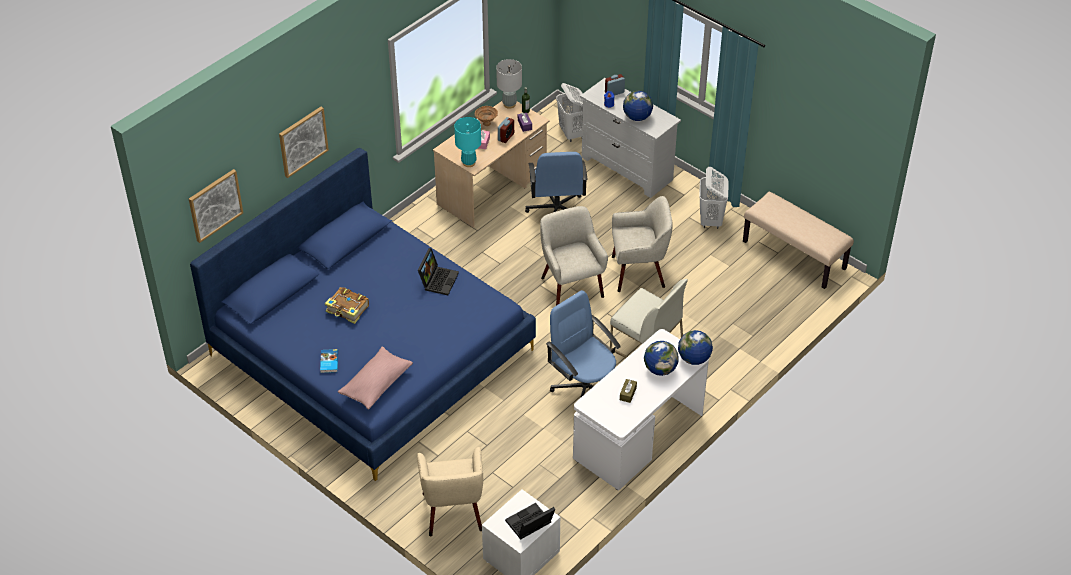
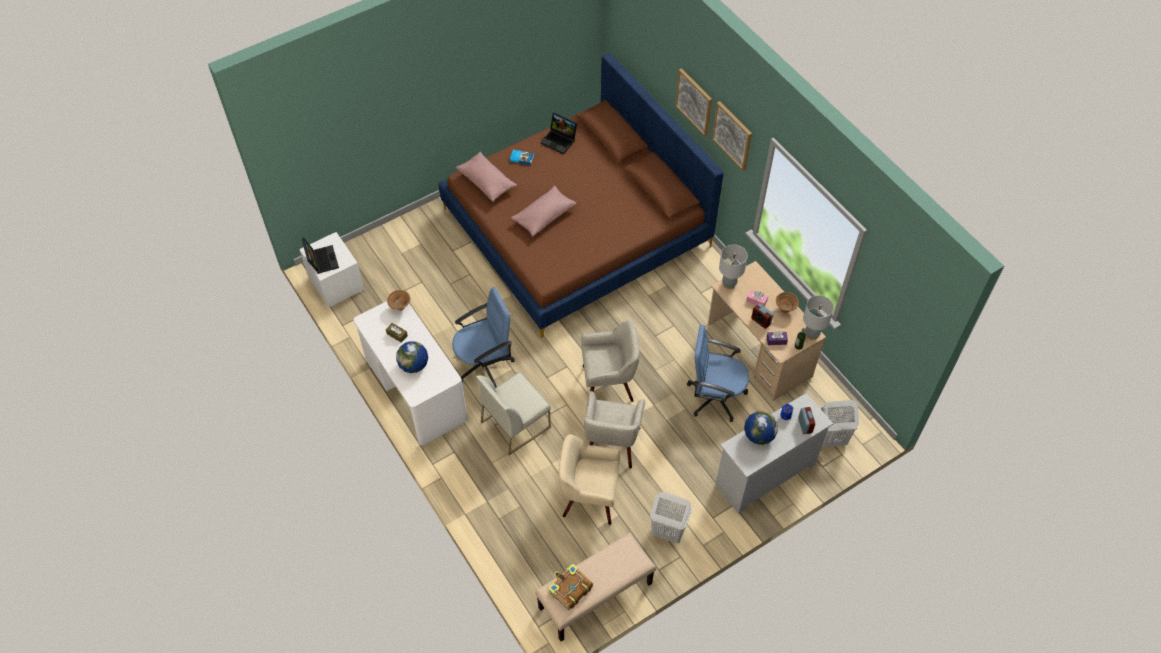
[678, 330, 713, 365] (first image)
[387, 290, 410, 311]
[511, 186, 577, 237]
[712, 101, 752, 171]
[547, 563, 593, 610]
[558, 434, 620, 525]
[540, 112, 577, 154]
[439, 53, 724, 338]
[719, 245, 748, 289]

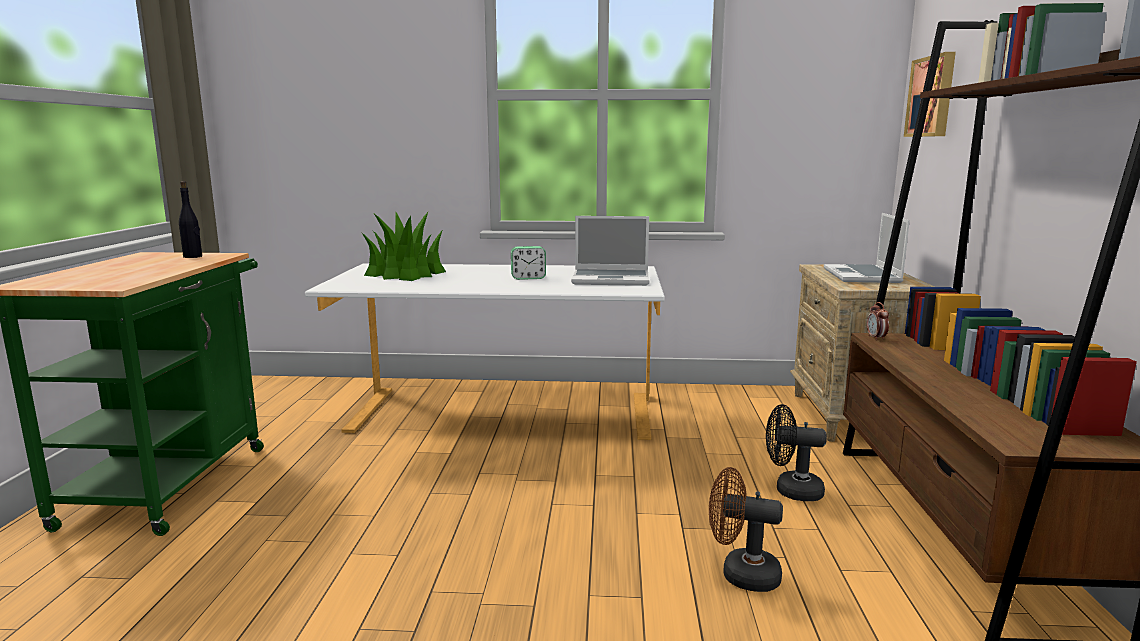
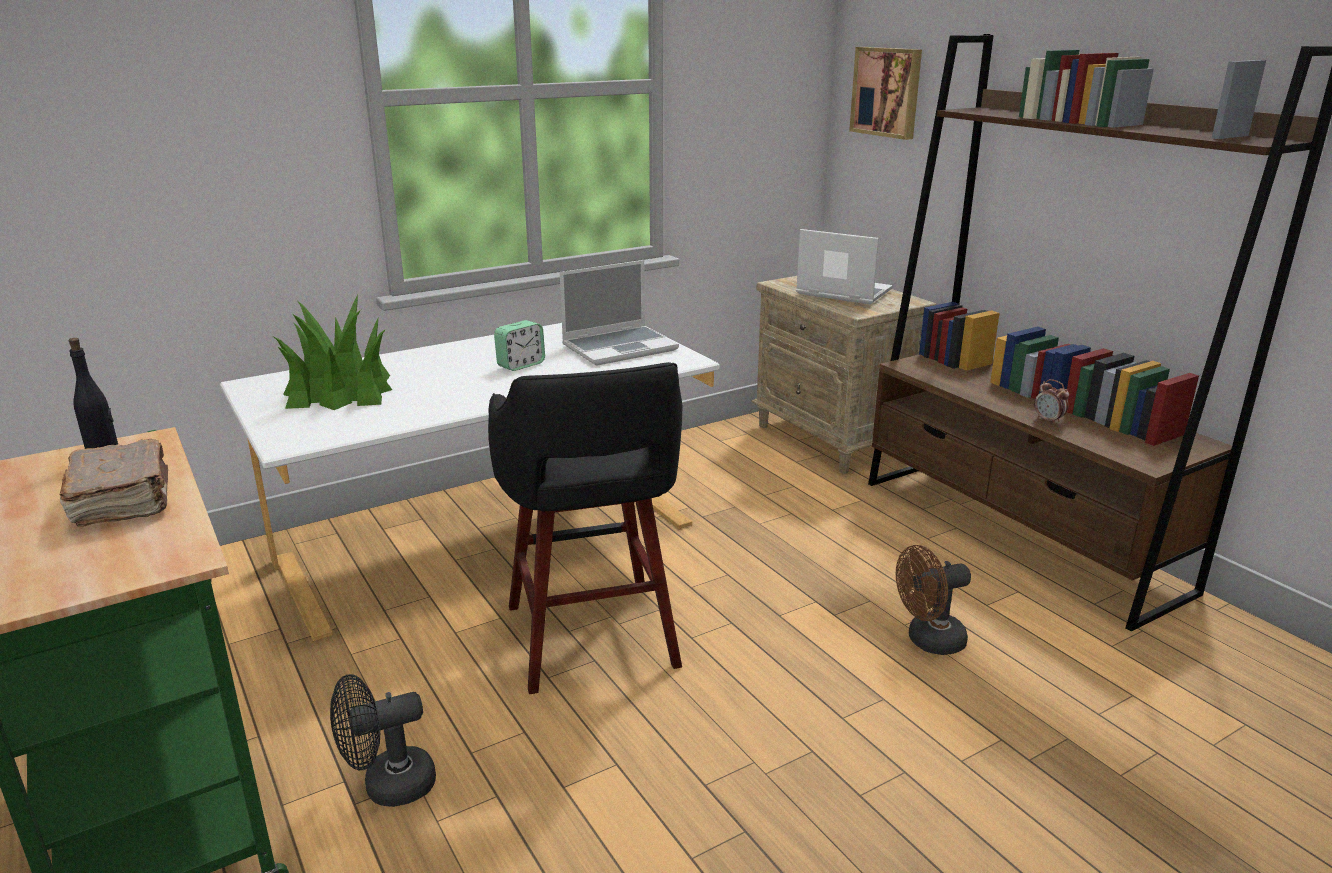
[60, 439, 168, 527]
[488, 362, 682, 694]
[330, 674, 436, 807]
[1034, 379, 1069, 425]
[796, 229, 893, 304]

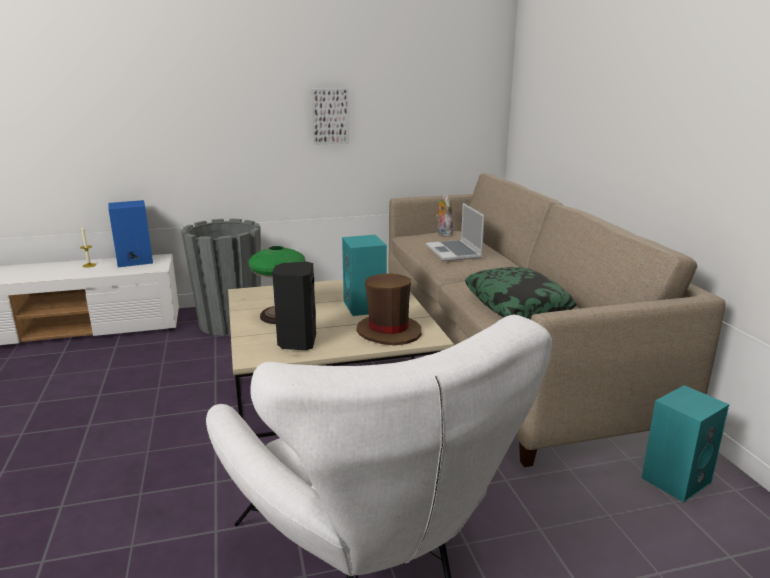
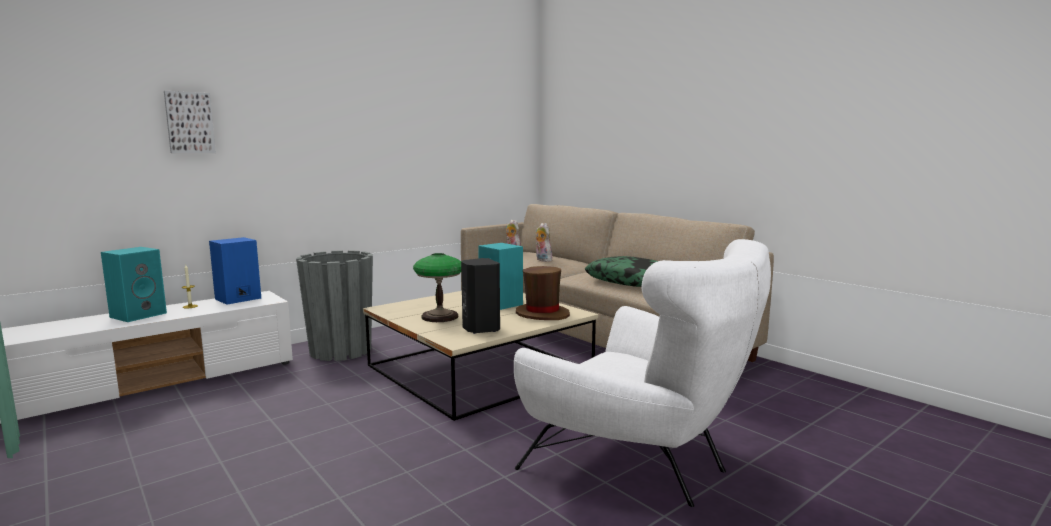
[164, 91, 216, 153]
[101, 247, 167, 322]
[536, 223, 552, 262]

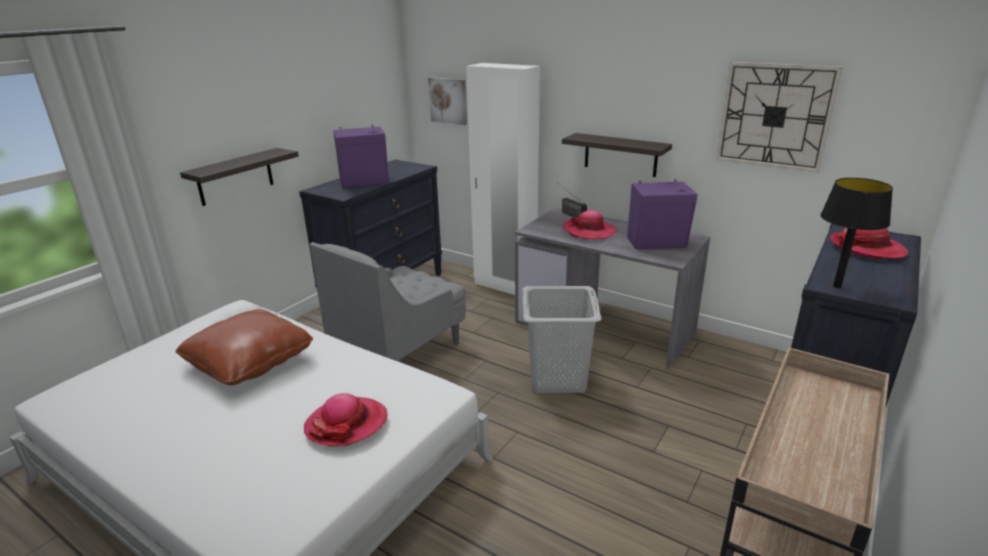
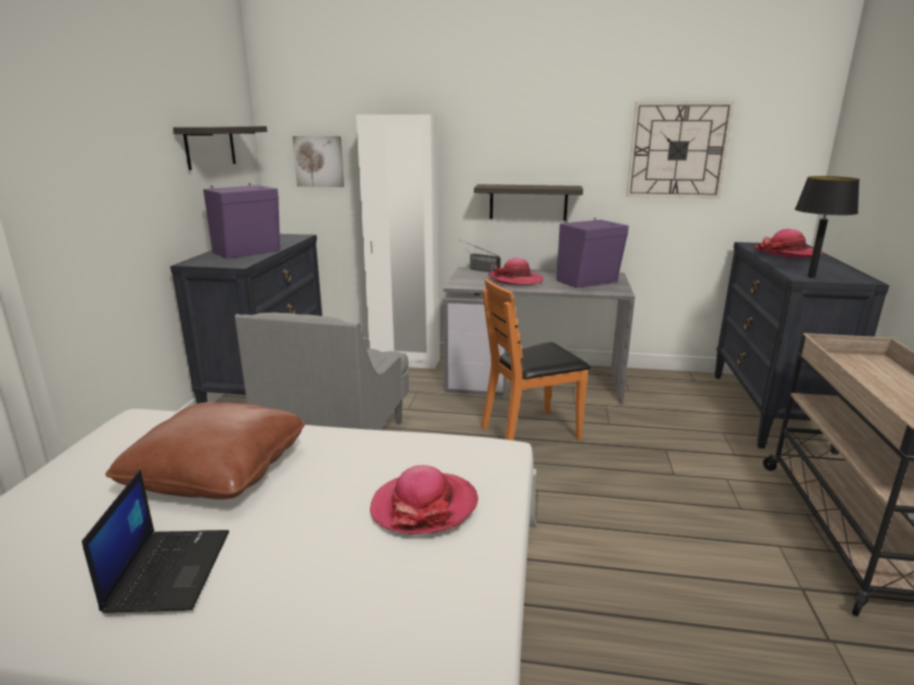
[82, 469, 229, 613]
[173, 126, 267, 170]
[481, 279, 591, 441]

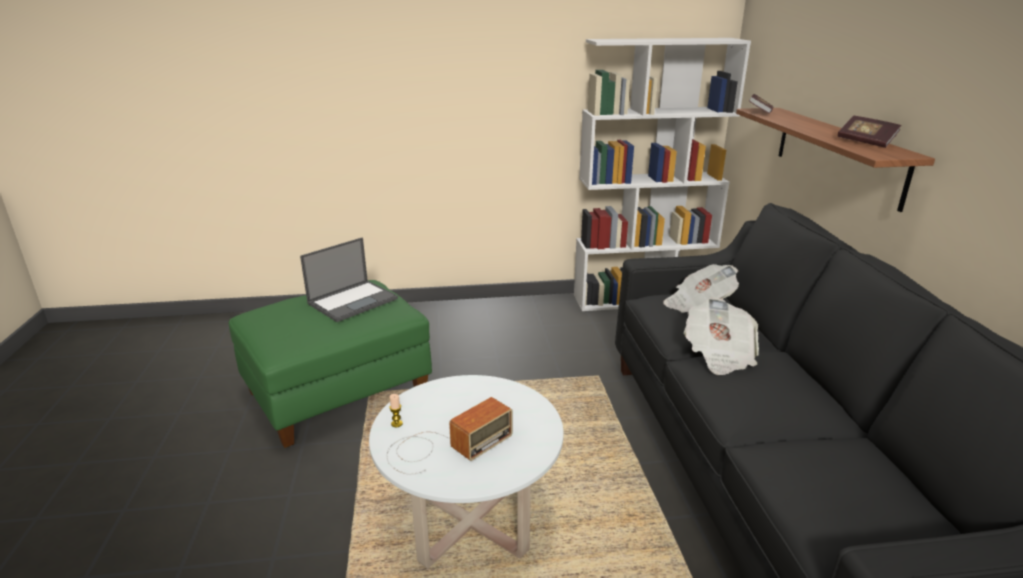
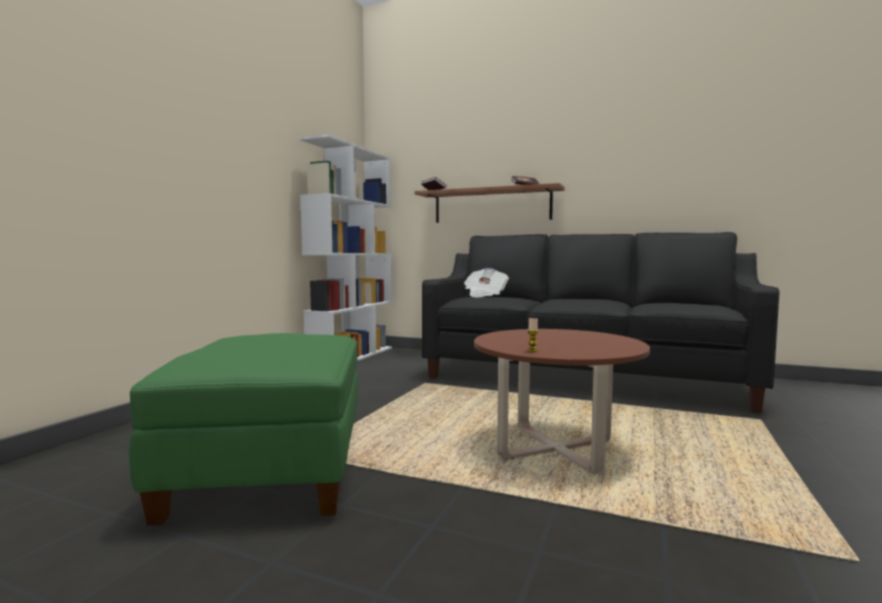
[300, 237, 398, 322] (first image)
[387, 397, 513, 475] (first image)
[684, 298, 759, 375] (first image)
[474, 329, 650, 475]

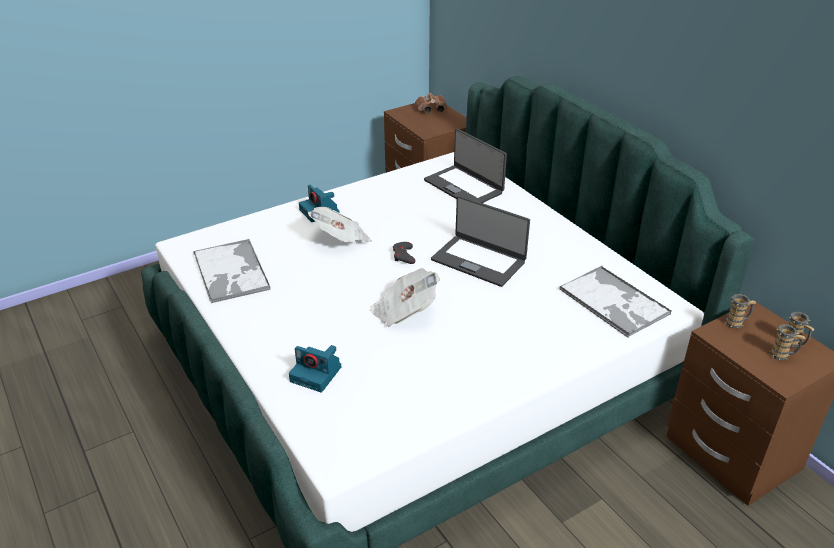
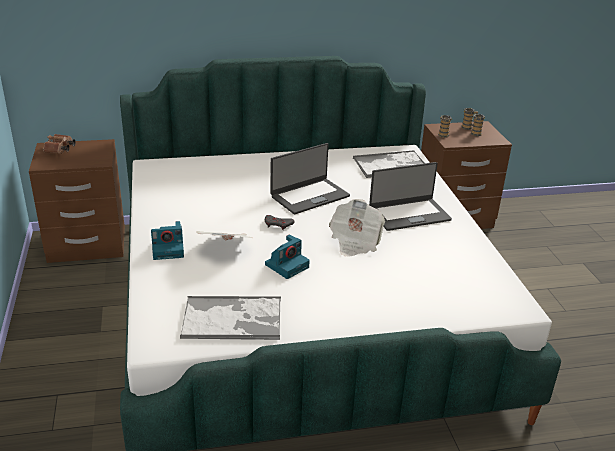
[265, 235, 310, 279]
[369, 162, 452, 231]

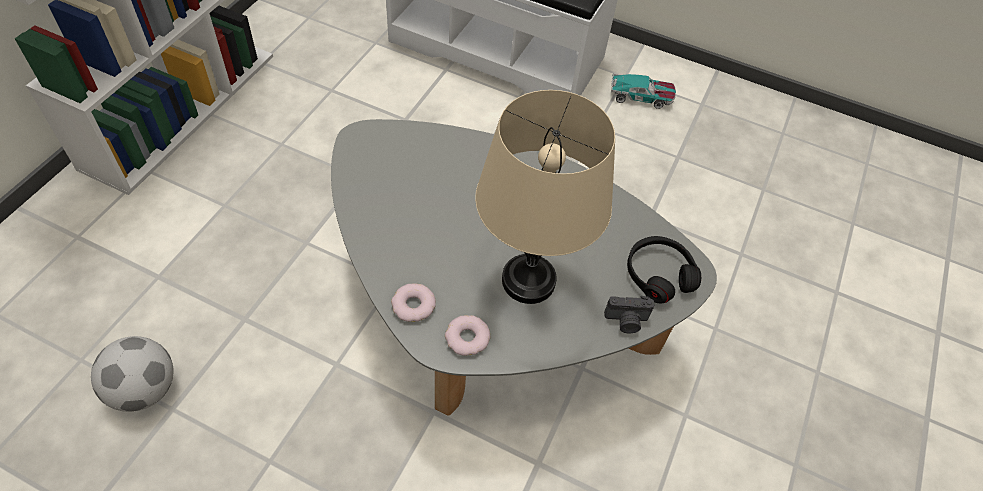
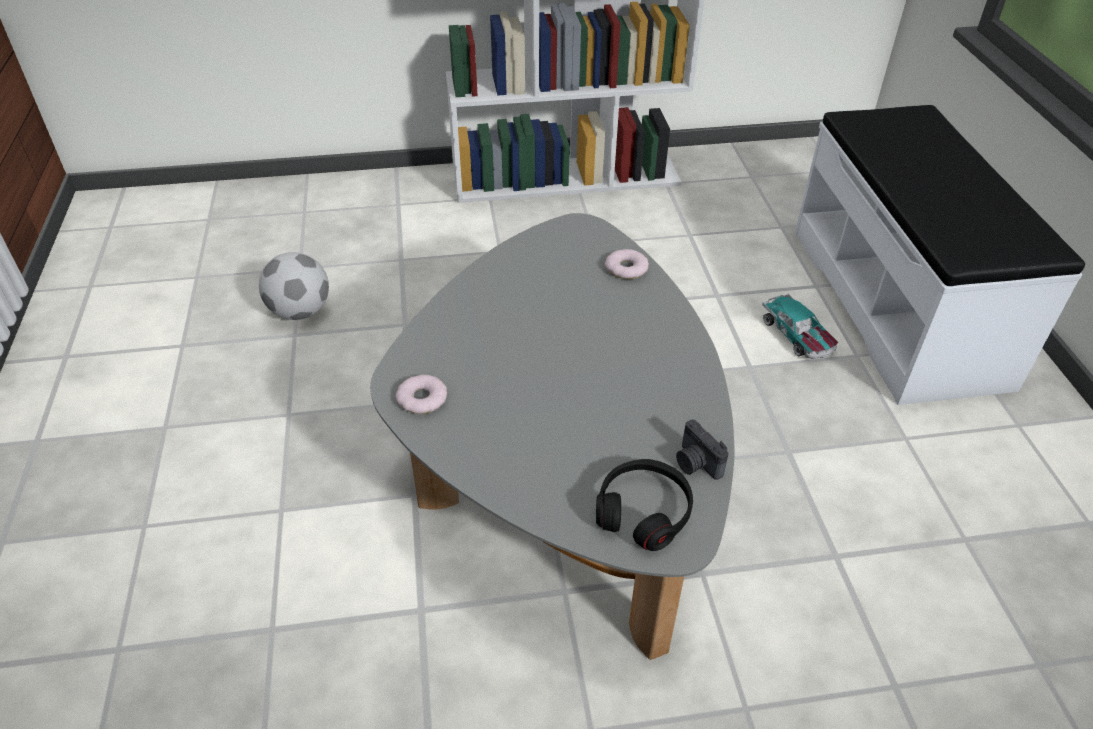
[475, 90, 615, 304] (first image)
[605, 249, 649, 279]
[676, 419, 728, 480]
[762, 293, 838, 359]

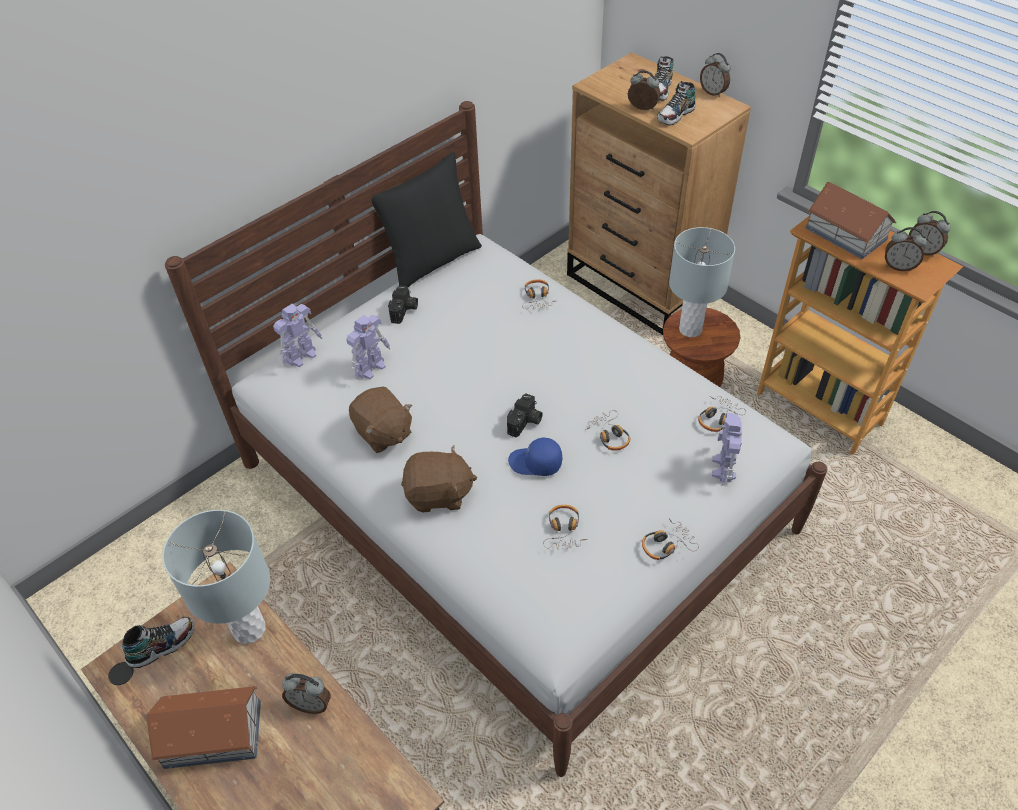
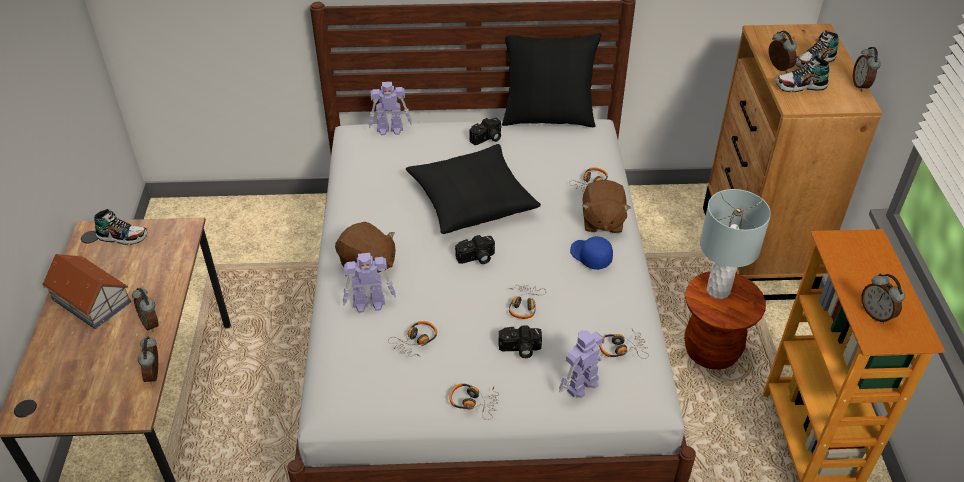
[162, 510, 270, 644] (first image)
[806, 182, 897, 259] (first image)
[406, 144, 541, 234]
[499, 325, 542, 358]
[343, 253, 396, 313]
[582, 180, 631, 233]
[570, 236, 613, 270]
[138, 336, 158, 384]

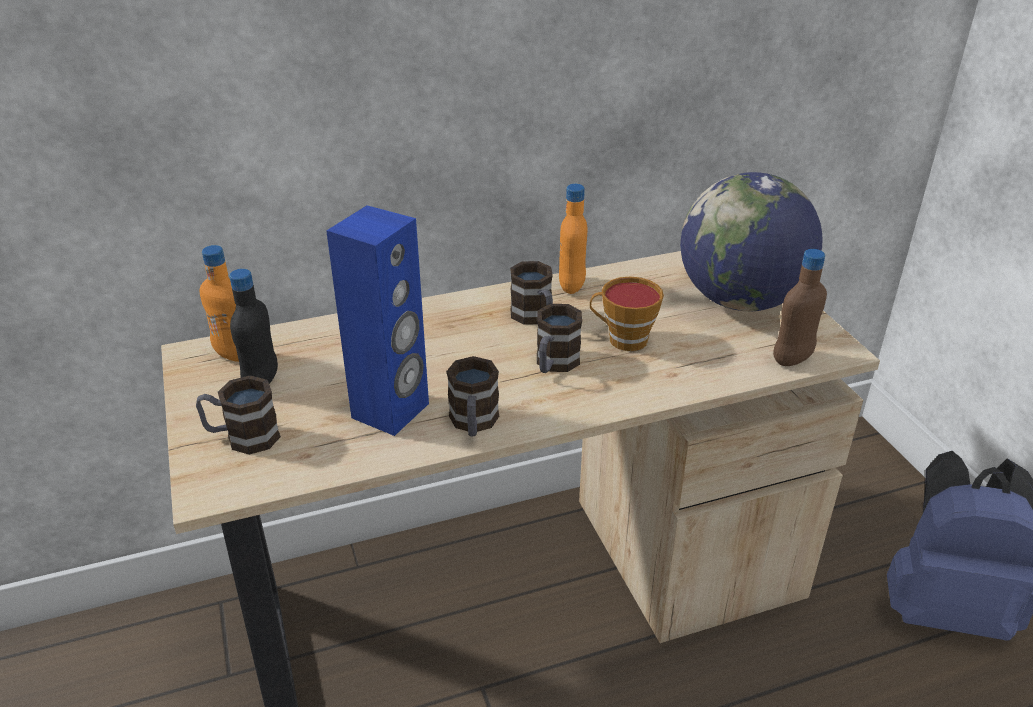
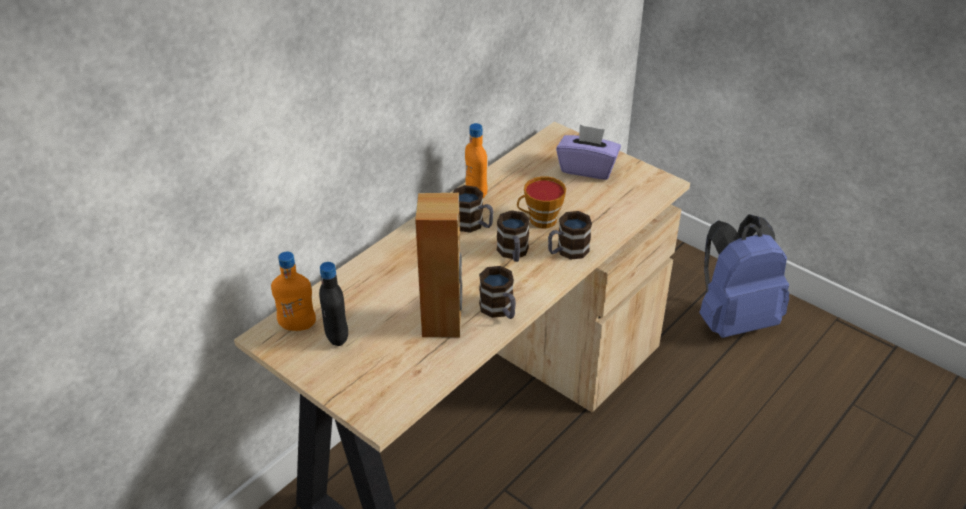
[773, 249, 827, 366] (first image)
[548, 211, 592, 259]
[556, 125, 621, 180]
[415, 193, 462, 338]

